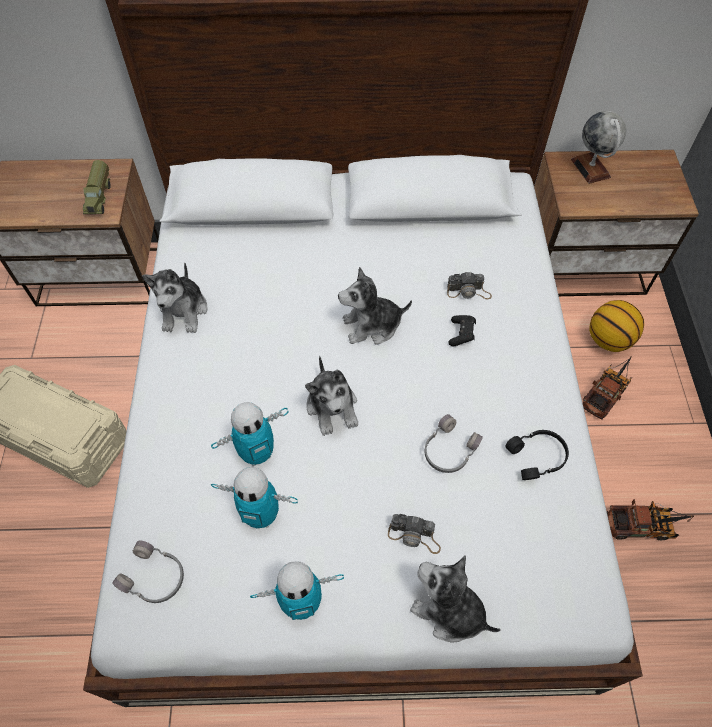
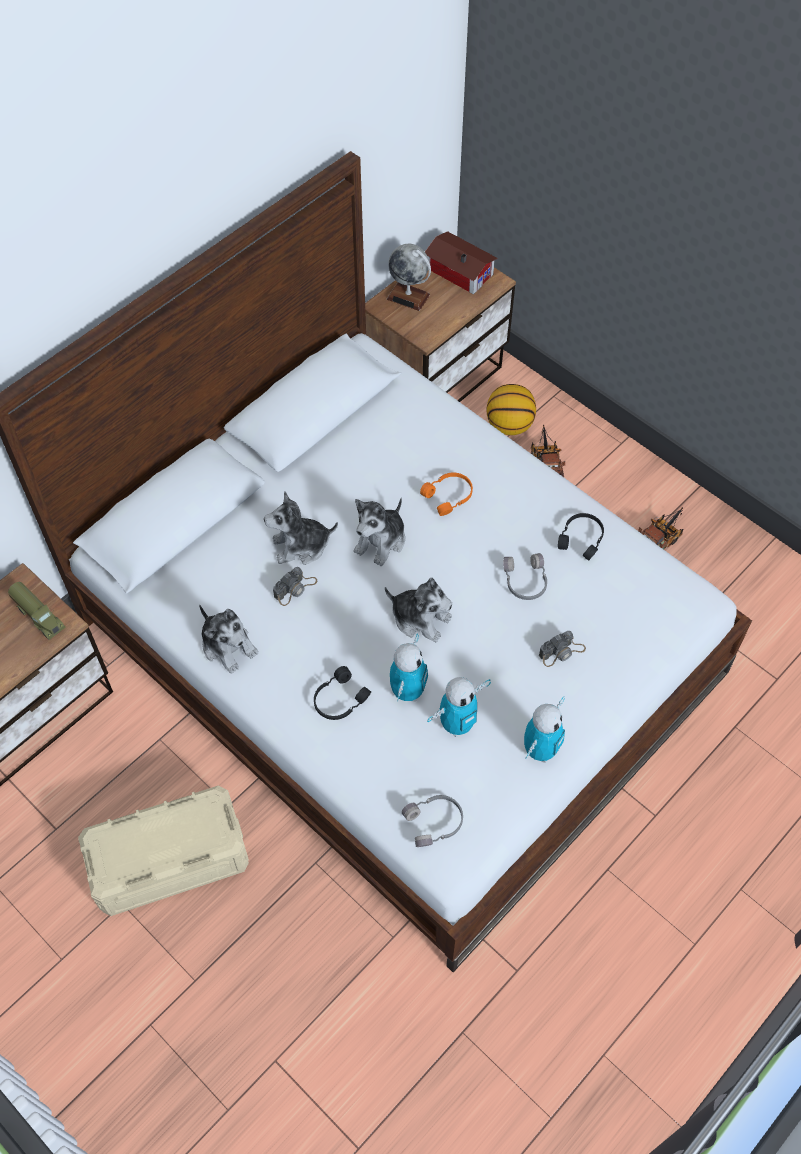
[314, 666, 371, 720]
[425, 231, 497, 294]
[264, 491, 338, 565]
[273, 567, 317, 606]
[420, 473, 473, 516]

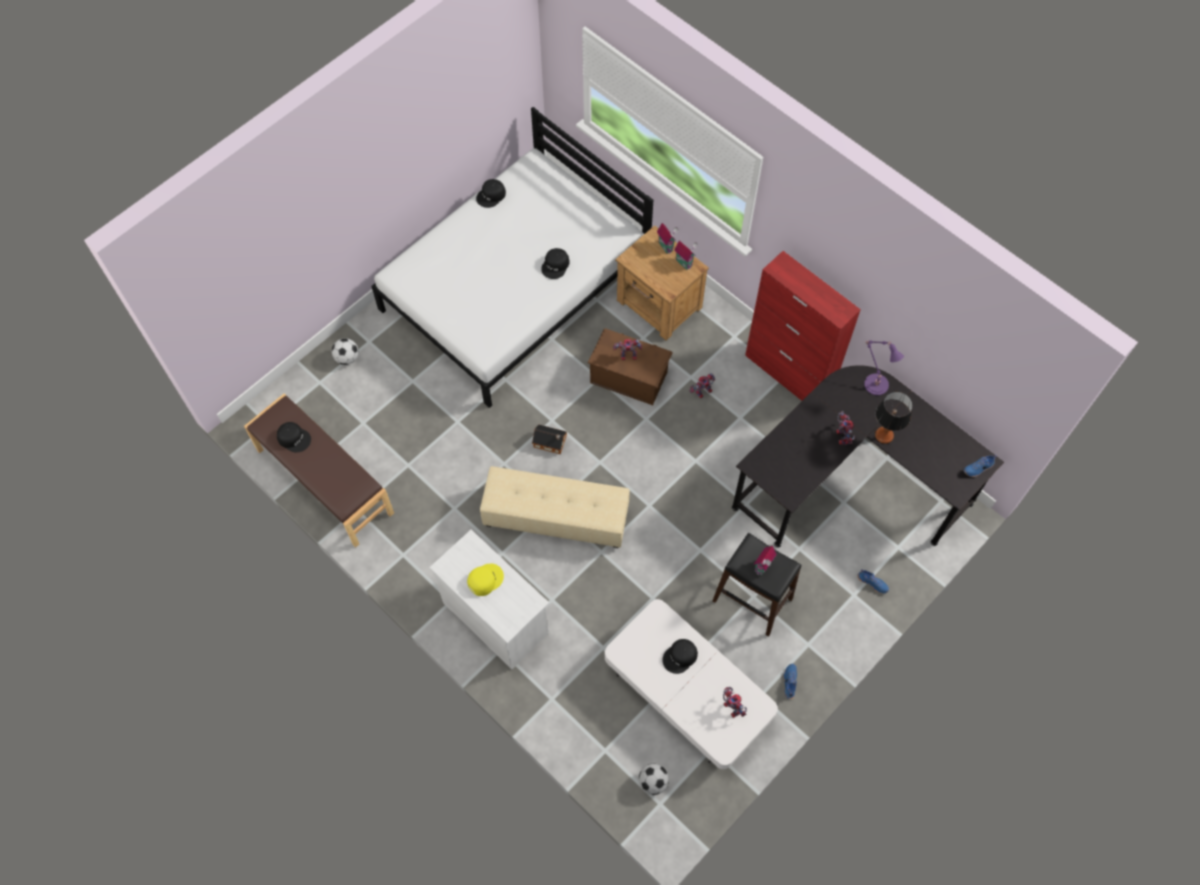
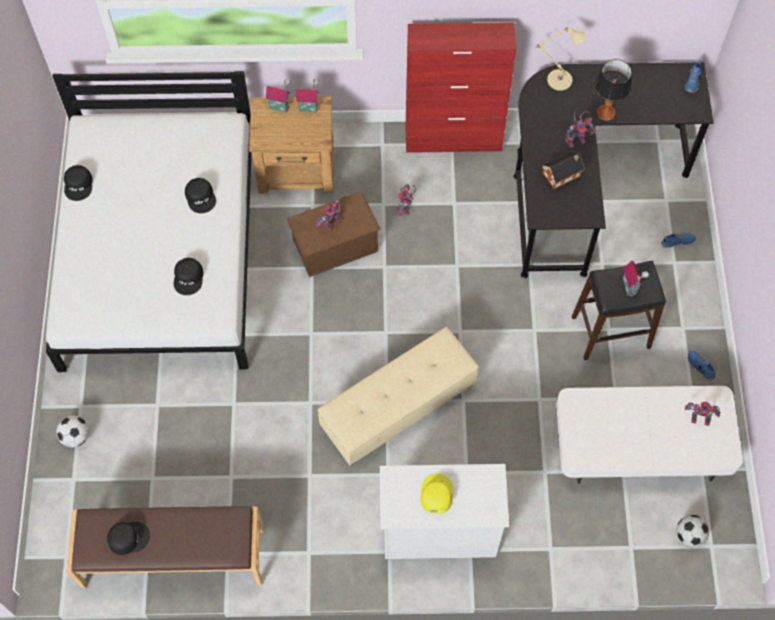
[542, 151, 585, 189]
[173, 258, 204, 295]
[537, 27, 585, 90]
[565, 111, 596, 148]

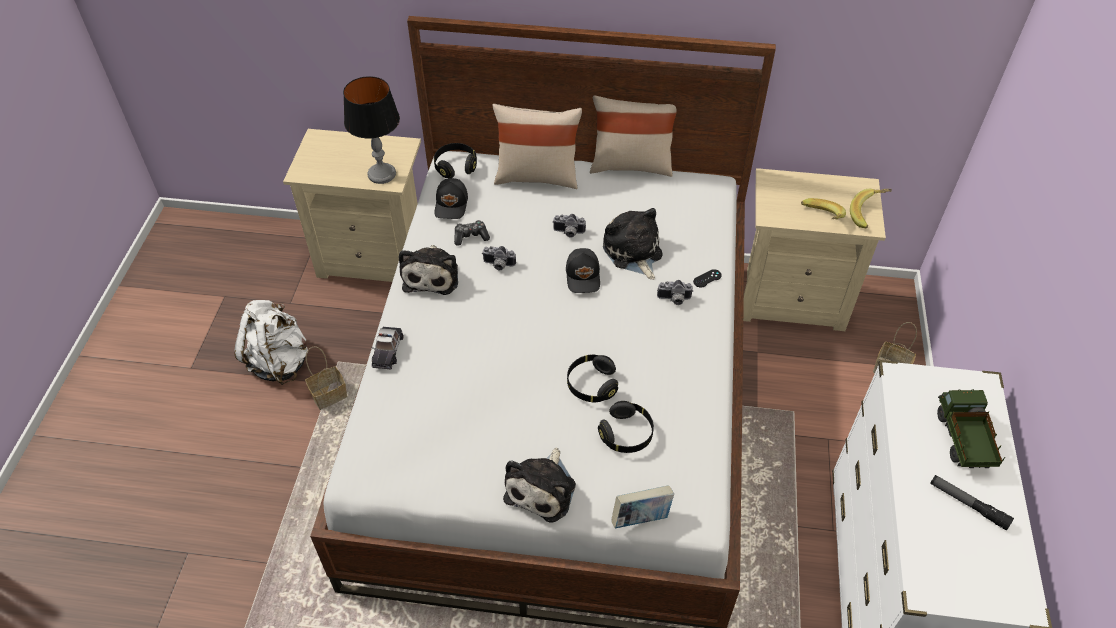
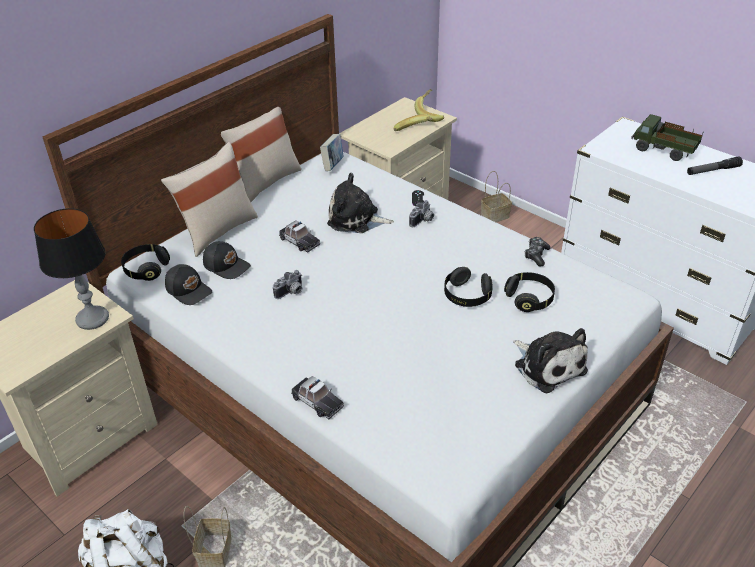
[399, 245, 458, 295] (first image)
[525, 237, 551, 267]
[203, 241, 251, 279]
[320, 134, 343, 171]
[279, 220, 320, 253]

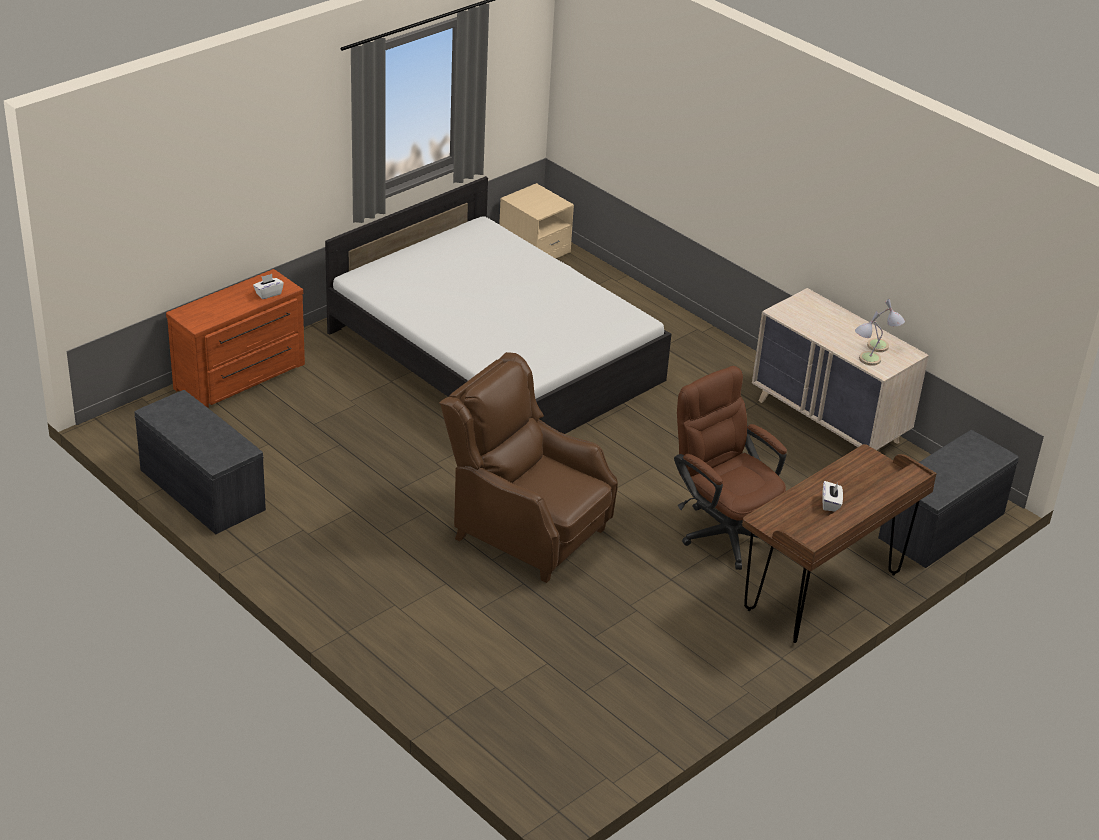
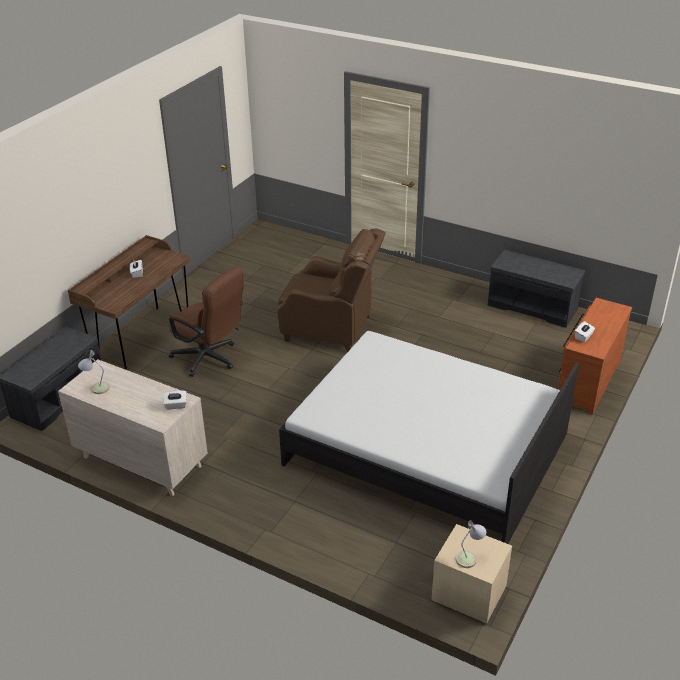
[163, 390, 187, 410]
[456, 520, 486, 568]

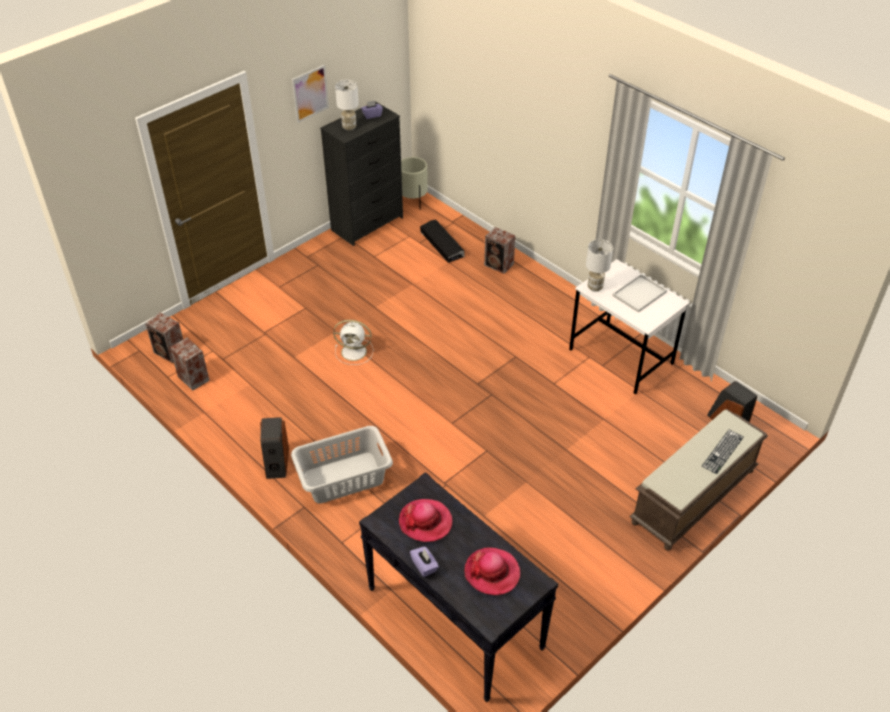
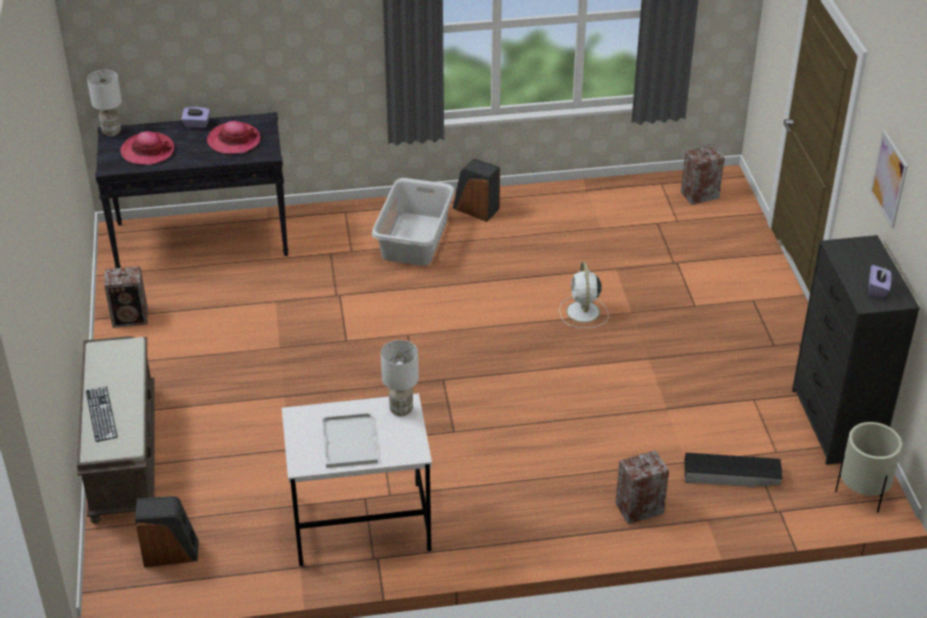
[104, 266, 148, 328]
[87, 70, 122, 136]
[559, 262, 609, 328]

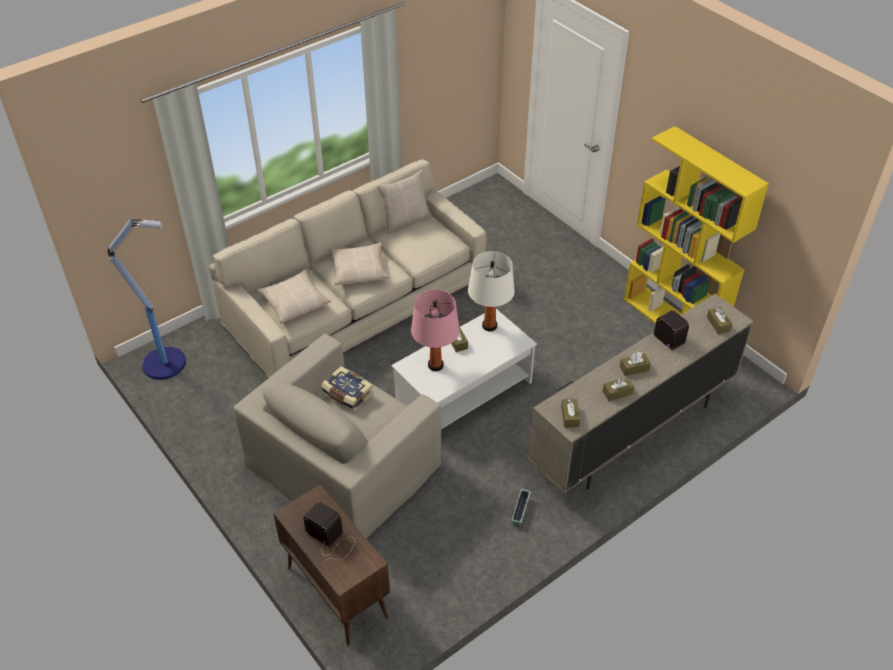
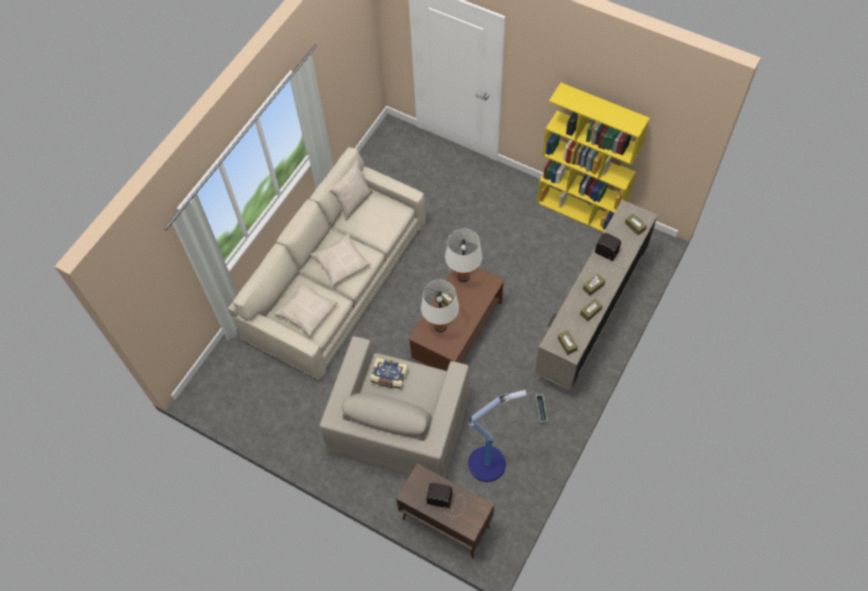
[468, 390, 527, 482]
[408, 267, 505, 371]
[421, 280, 459, 332]

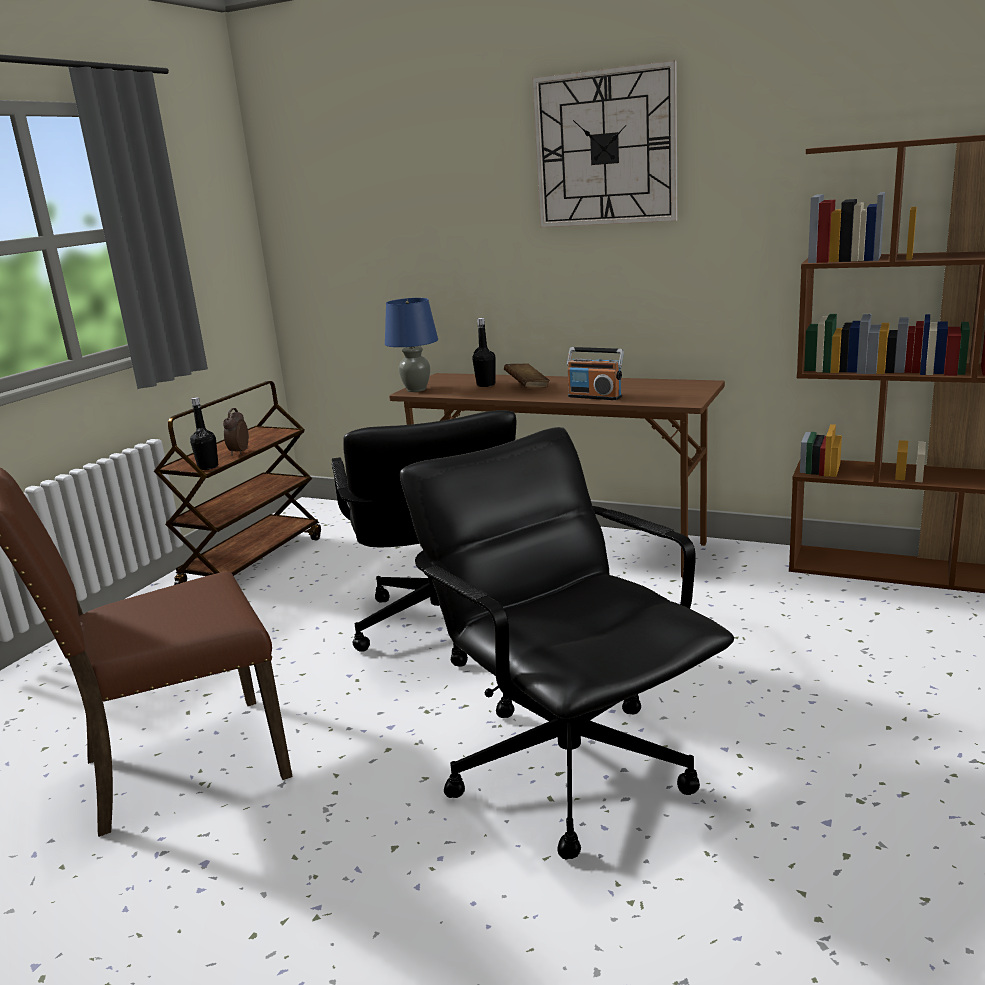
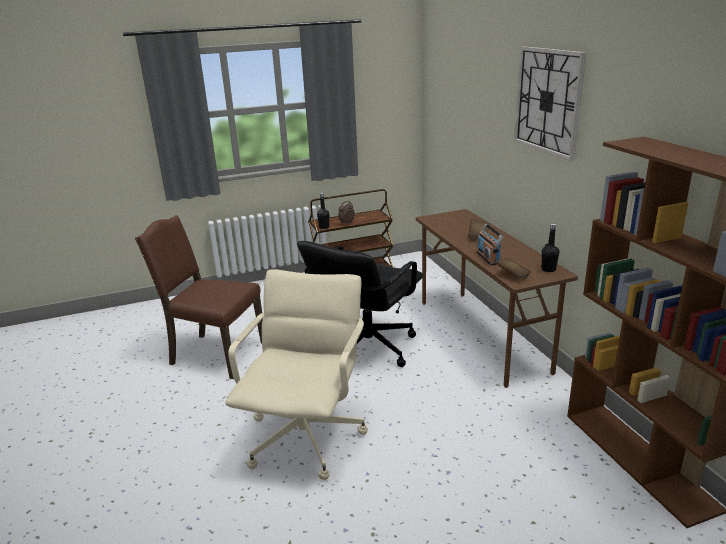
[385, 298, 438, 392] (first image)
[496, 257, 531, 279]
[542, 224, 559, 272]
[225, 269, 368, 480]

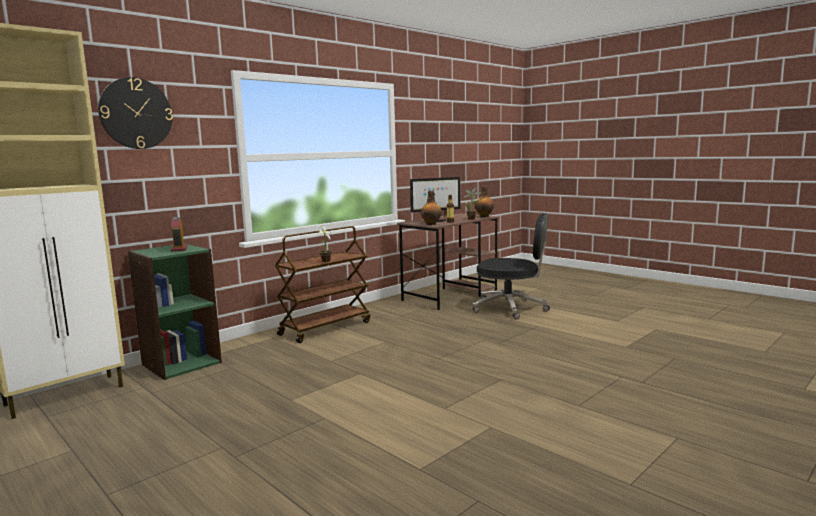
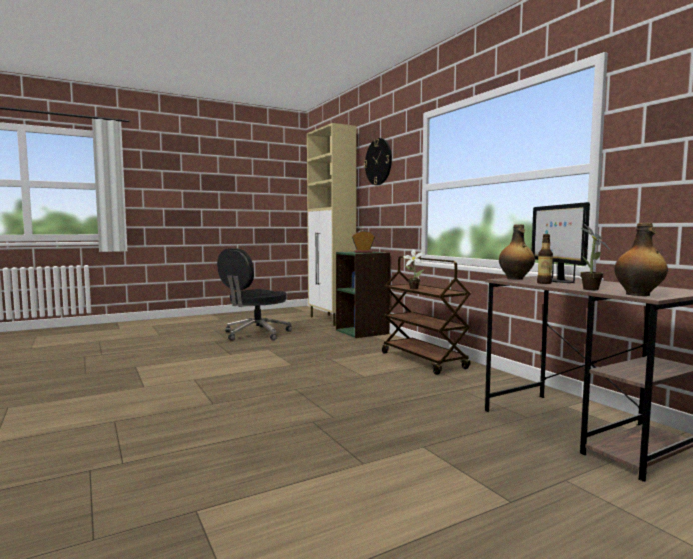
[217, 248, 292, 340]

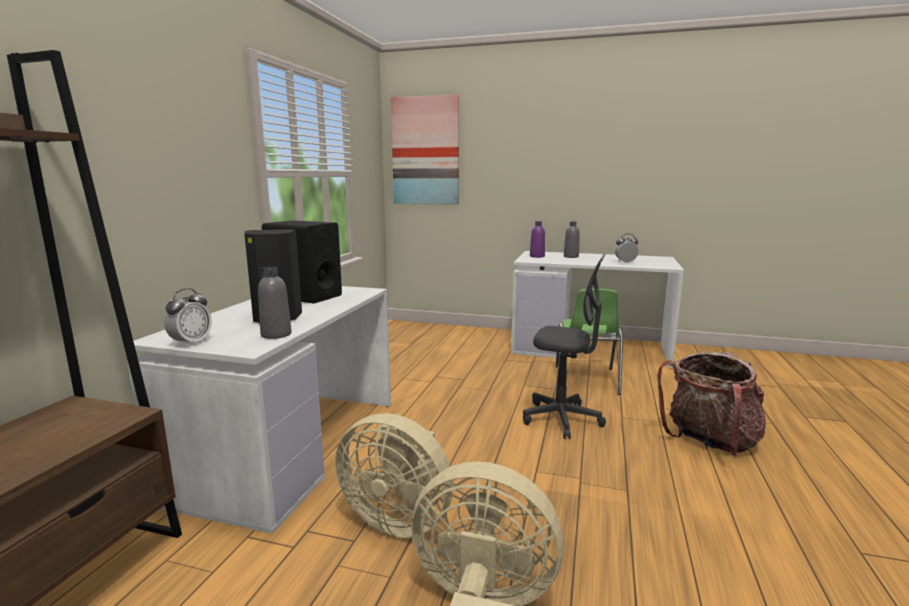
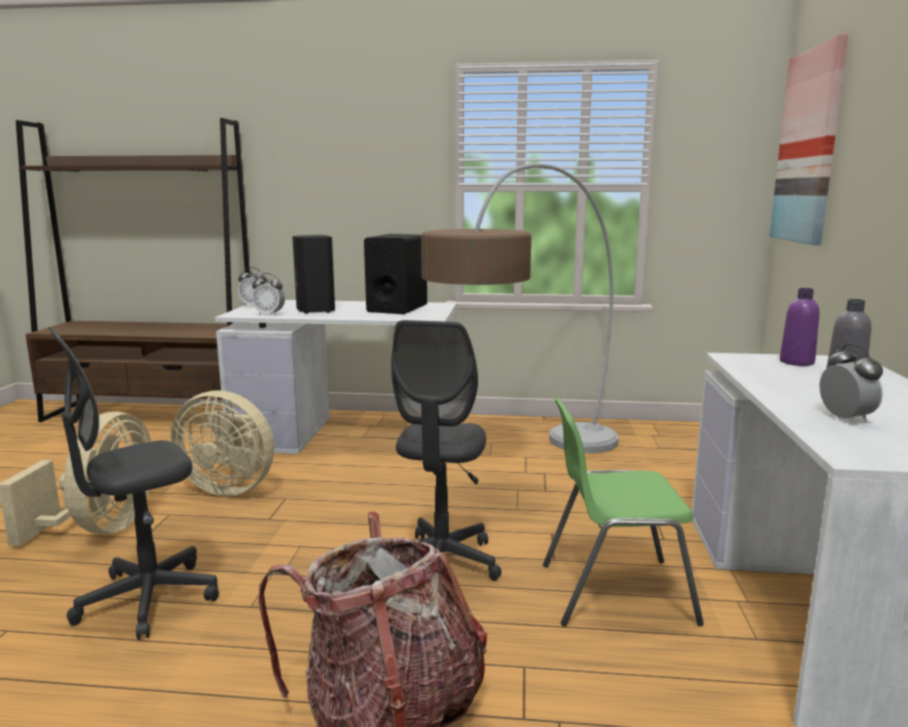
[48, 327, 219, 640]
[421, 163, 619, 453]
[252, 273, 285, 316]
[170, 391, 274, 496]

